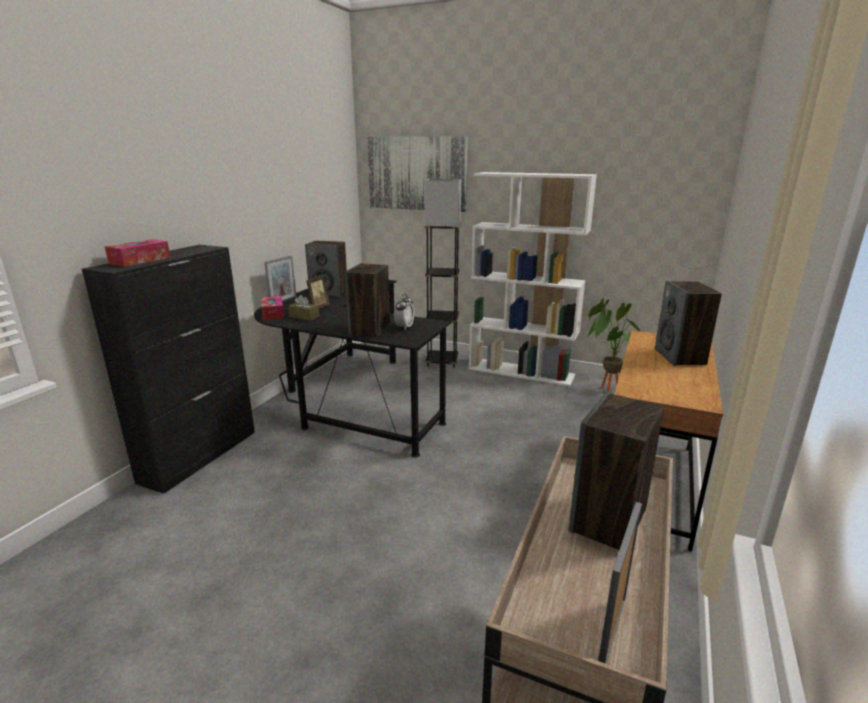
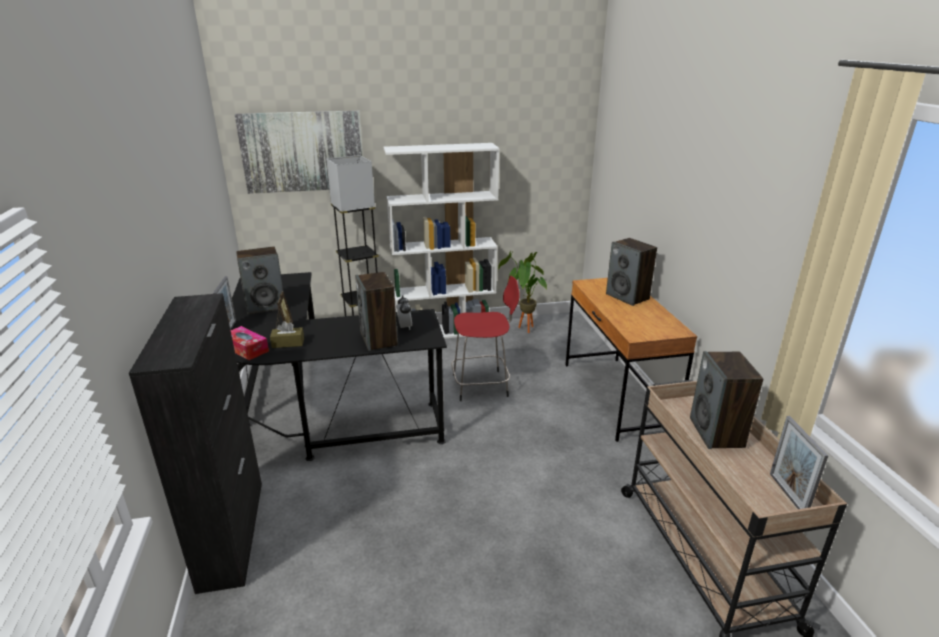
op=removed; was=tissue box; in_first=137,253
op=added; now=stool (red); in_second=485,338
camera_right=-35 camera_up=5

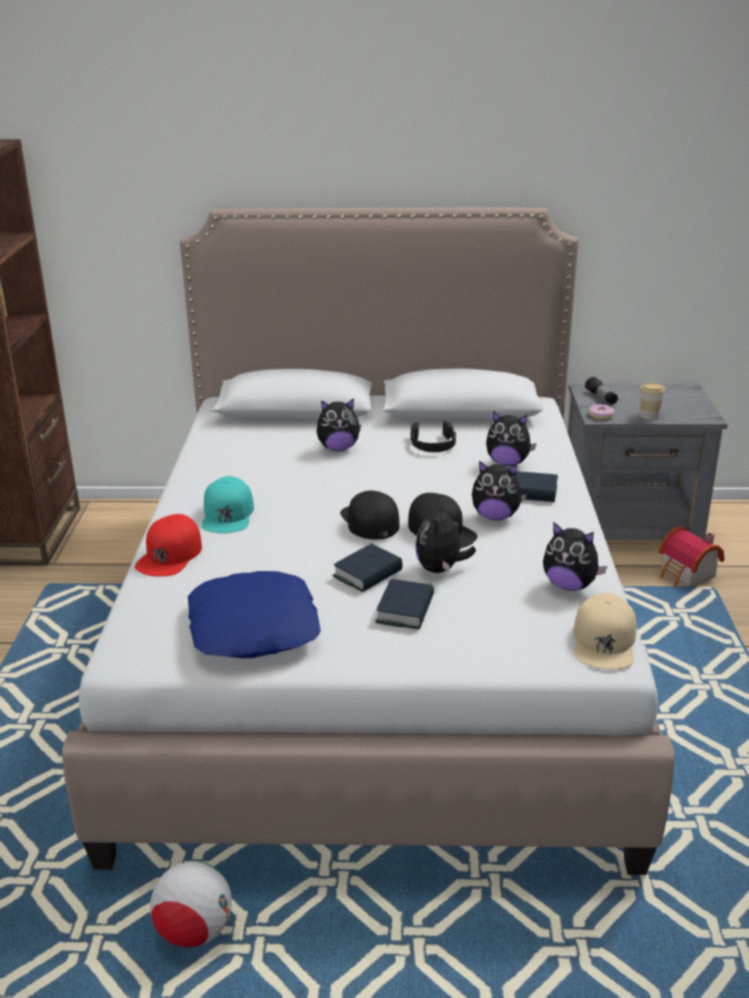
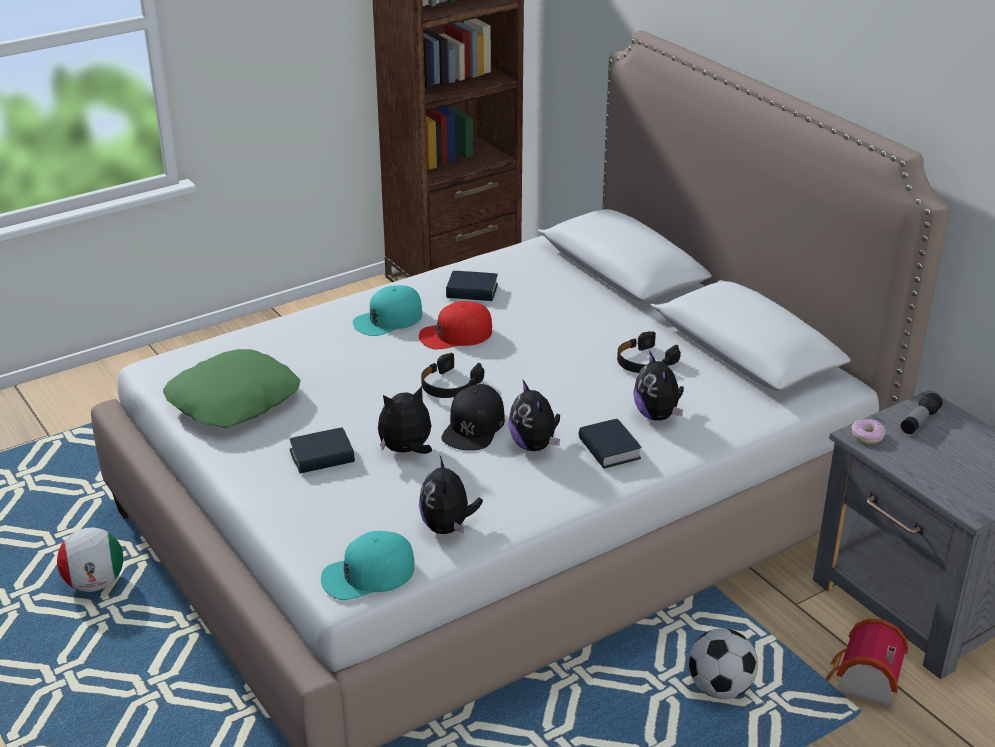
op=moved; was=cap (red); in_first=168,545; in_second=455,325
op=recoloured; was=pillow (blue); now=pillow (green); in_first=254,614; in_second=231,388
op=removed; was=plush toy; in_first=339,424
op=moved; was=book; in_first=368,568; in_second=472,286
op=replaced; was=cap (black); now=headphones (black); in_first=370,515; in_second=452,375
op=recoloured; was=cap (beige); now=cap (turquoise); in_first=605,631; in_second=368,565
op=removed; was=cup; in_first=652,401
op=added; now=football; in_second=723,663
camera_right=55 camera_up=5

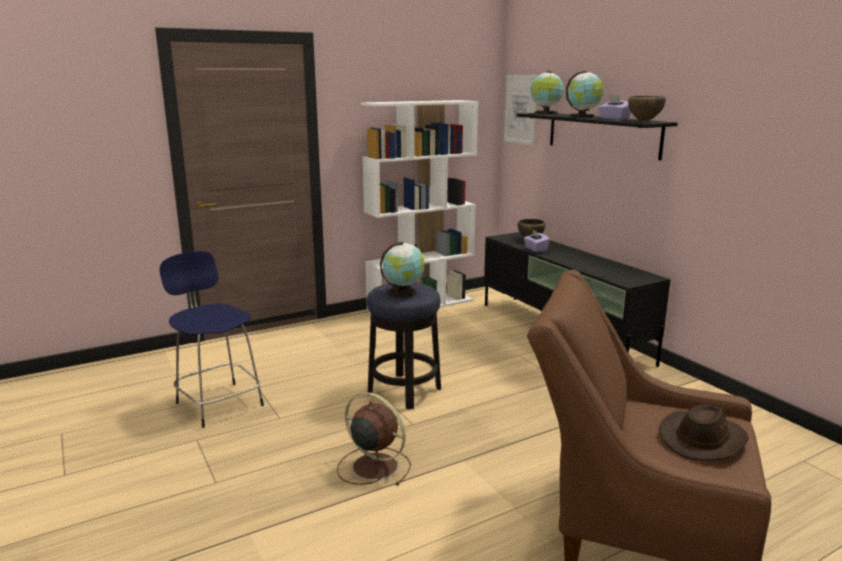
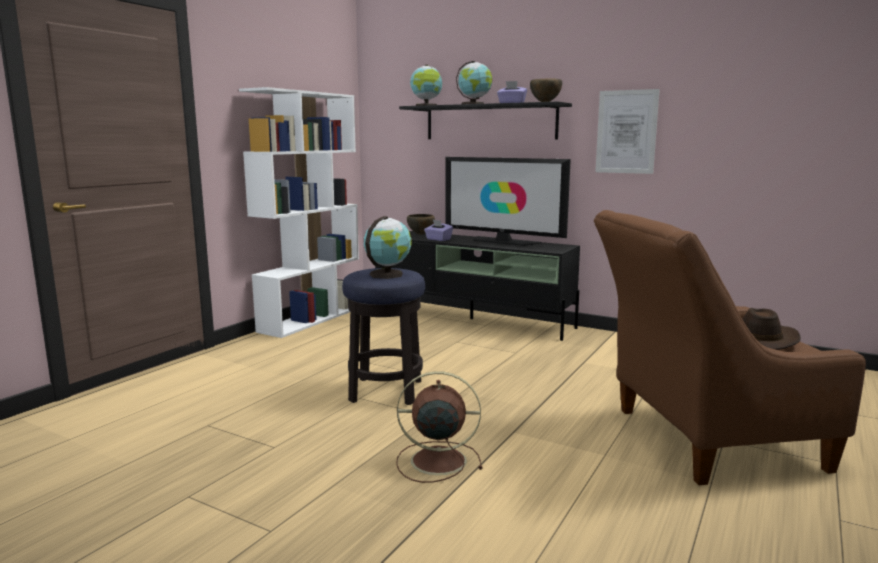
op=removed; was=stool (blue); in_first=211,339
op=moved; was=picture; in_first=521,110; in_second=627,131
op=added; now=television; in_second=508,201
camera_right=-30 camera_up=-5

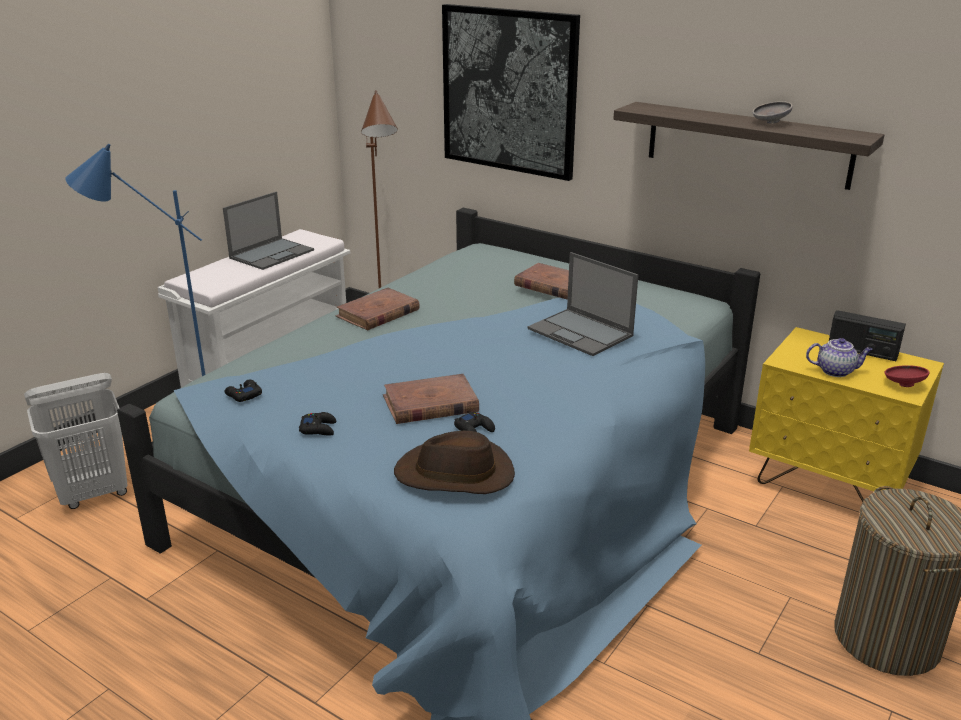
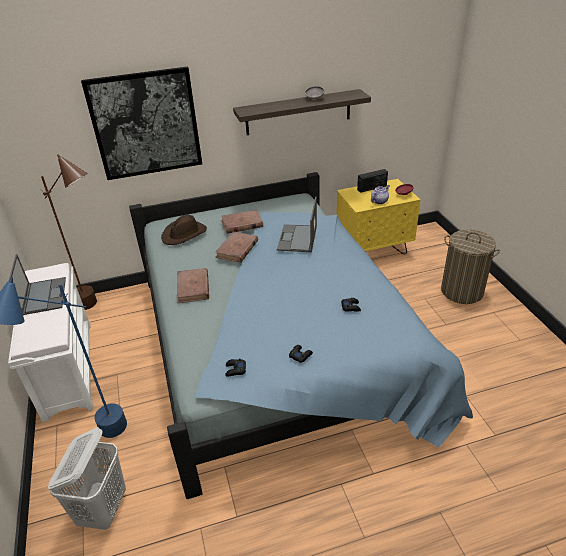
op=moved; was=book (brown); in_first=431,399; in_second=236,247
op=moved; was=hat (brown); in_first=454,462; in_second=184,230
op=turned; was=laptop; in_first=583,304; in_second=297,224; clockwise=105
camera_right=-50 camera_up=10

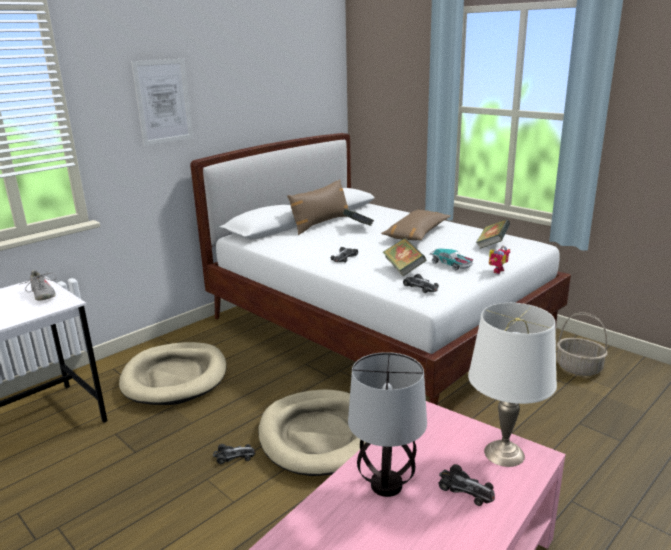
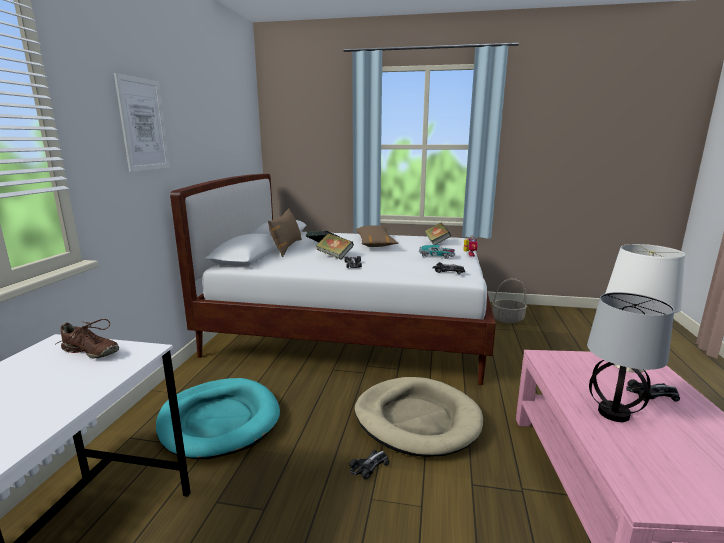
op=recoloured; was=shoe (grey); now=shoe (brown); in_first=38,285; in_second=87,338
op=recoloured; was=dog bed (beige); now=dog bed (turquoise); in_first=172,373; in_second=218,418
op=moved; was=book; in_first=404,257; in_second=335,246
camera_right=-35 camera_up=-5

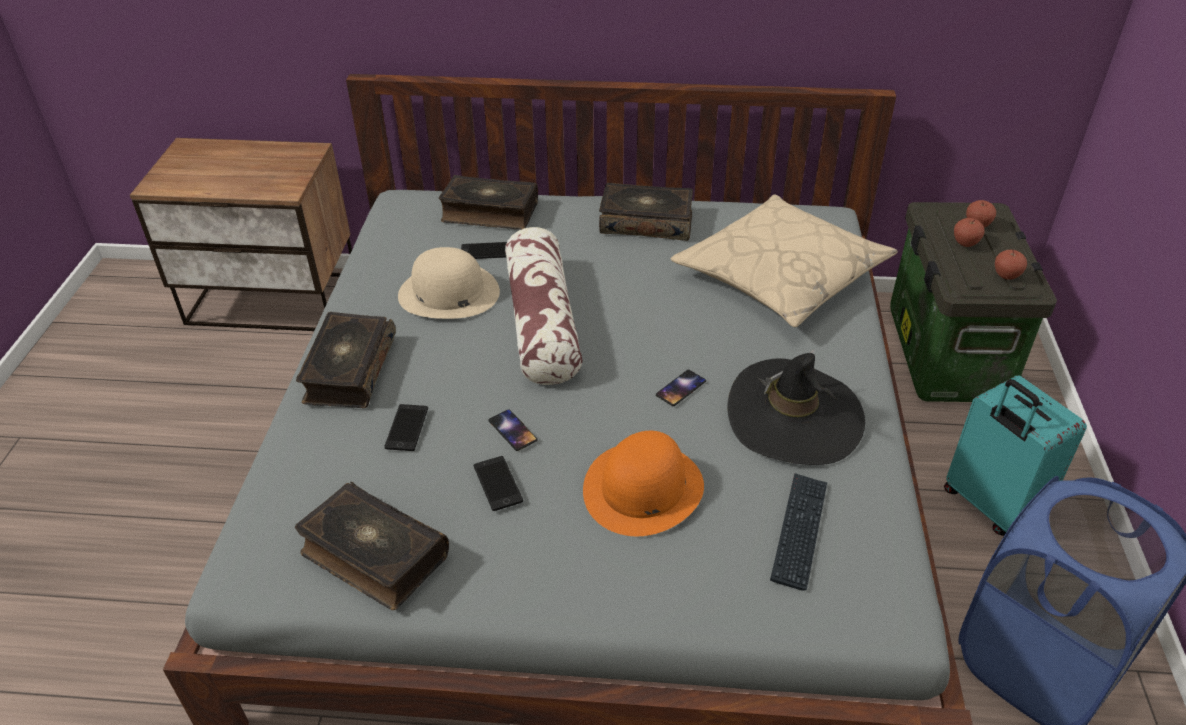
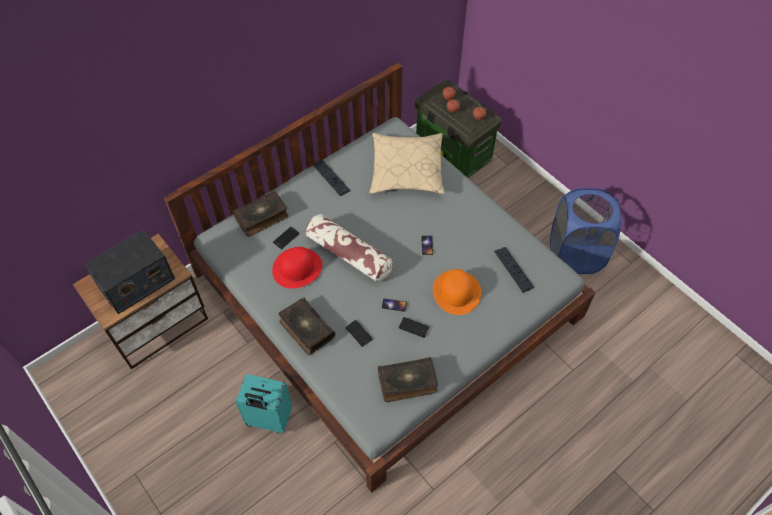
op=recoloured; was=hat (beige); now=hat (red); in_first=449,283; in_second=297,268
op=replaced; was=book; now=keyboard; in_first=646,212; in_second=331,178
op=removed; was=hat (black); in_first=796,407
op=moved; was=suitcase (turquoise); in_first=1015,455; in_second=264,403
op=added; now=radio; in_second=130,271
camera_right=-45 camera_up=15

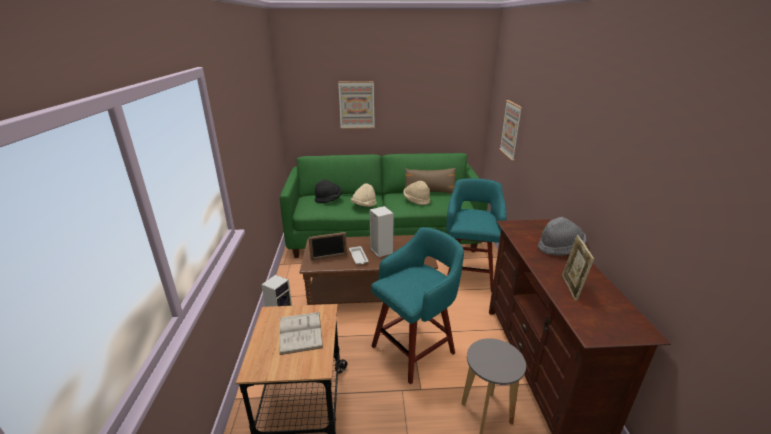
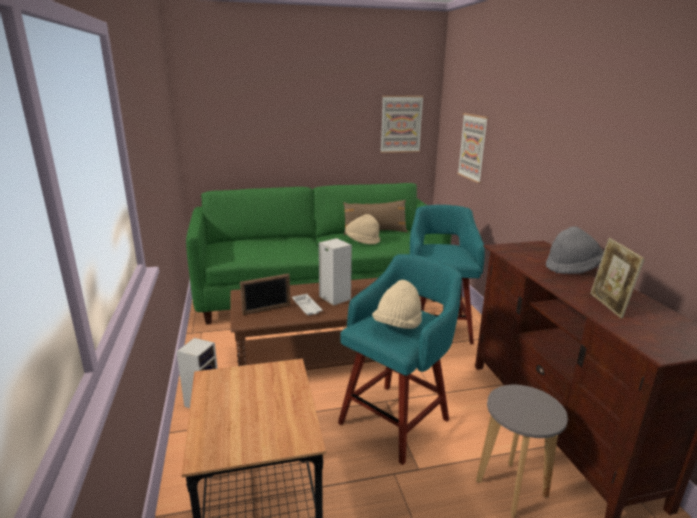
op=removed; was=book (white); in_first=301,333
op=removed; was=hat (black); in_first=328,191
op=moved; was=picture; in_first=356,105; in_second=401,124
op=moved; was=hat (beige); in_first=363,195; in_second=397,304
camera_right=-10 camera_up=-5

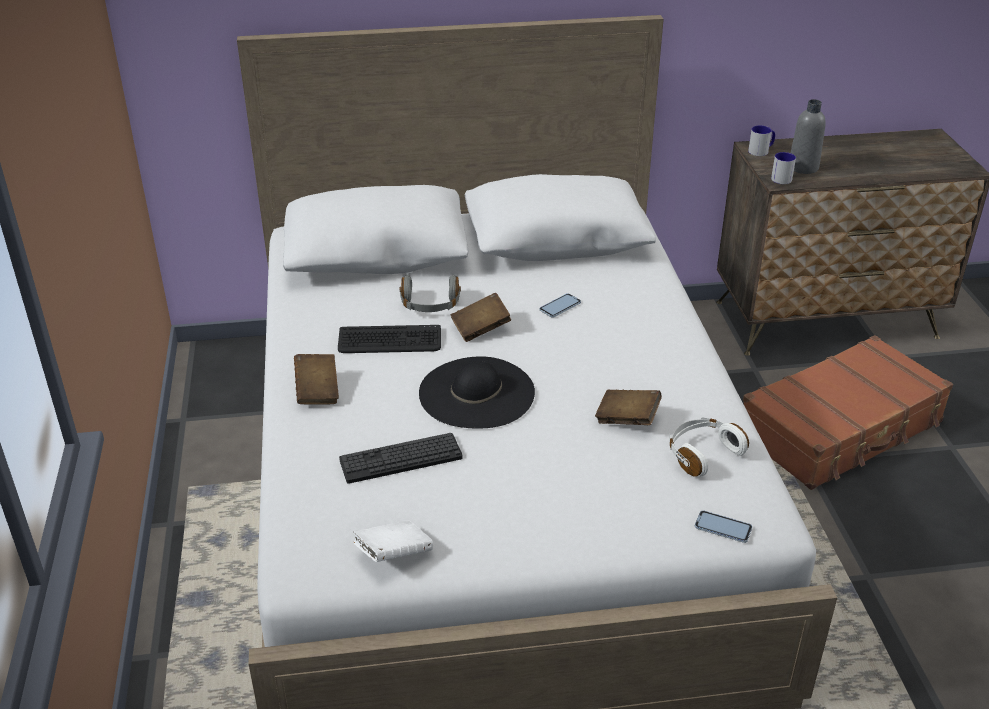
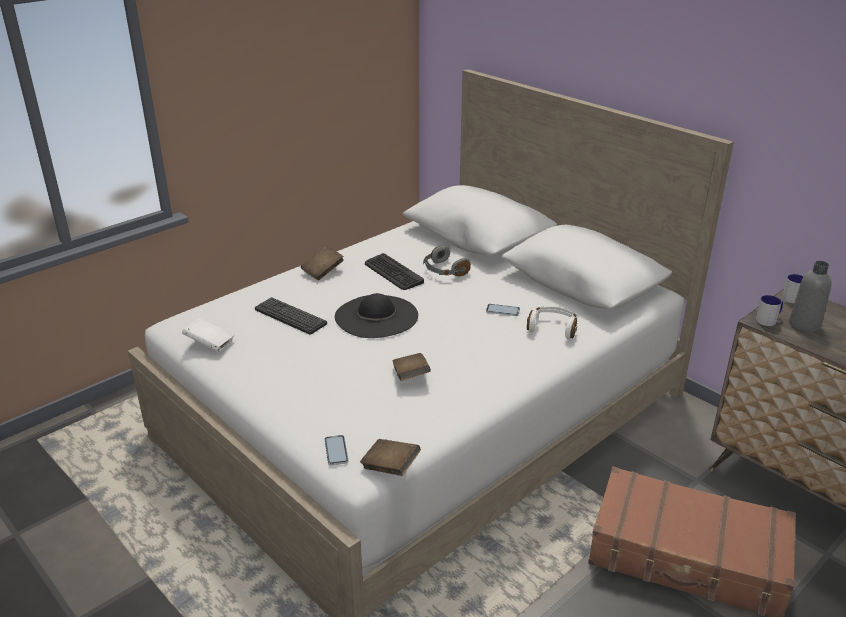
op=moved; was=book (brown); in_first=481,317; in_second=390,457
op=moved; was=headphones (white); in_first=709,447; in_second=552,322
camera_right=55 camera_up=-5

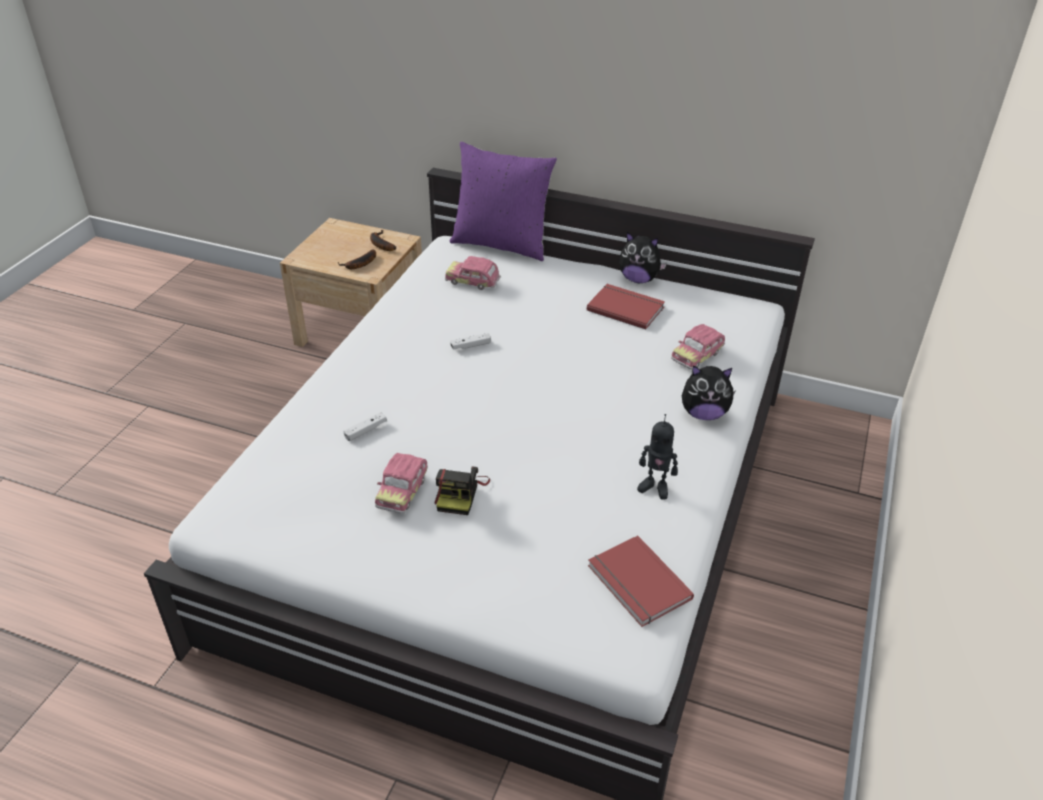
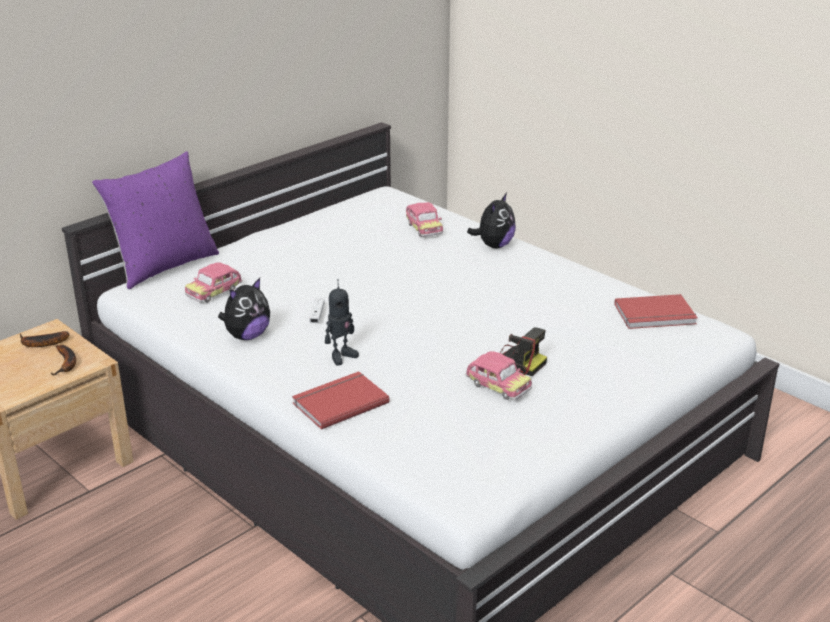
op=removed; was=game controller (white); in_first=365,426
op=moved; was=book (red); in_first=626,306; in_second=340,400
op=moved; was=plush toy; in_first=643,257; in_second=244,309
op=moved; was=toy robot; in_first=657,456; in_second=342,322
camera_right=-65 camera_up=-10

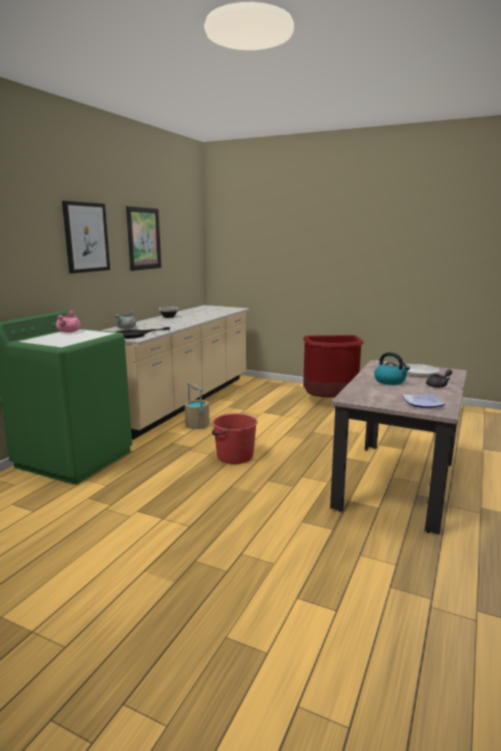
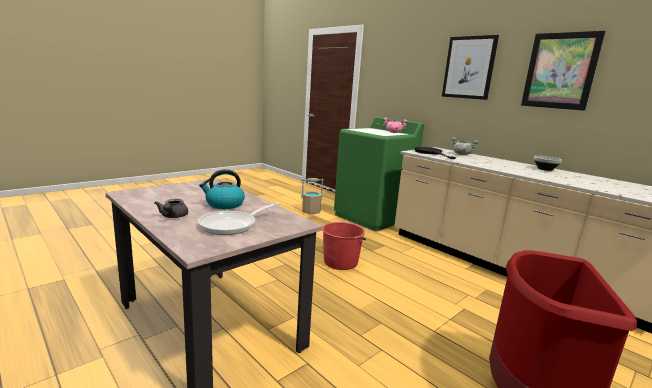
op=moved; was=bucket (beige); in_first=197,405; in_second=312,196
op=removed; was=plate; in_first=424,401
camera_right=110 camera_up=0

